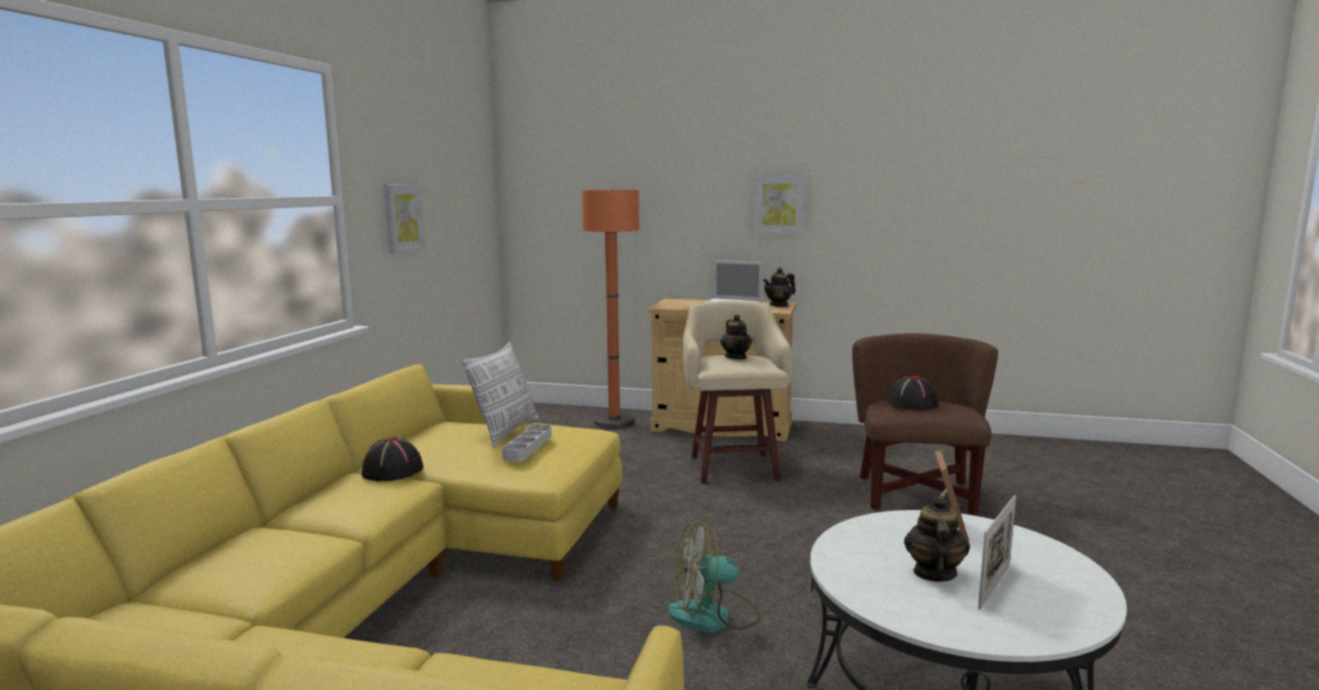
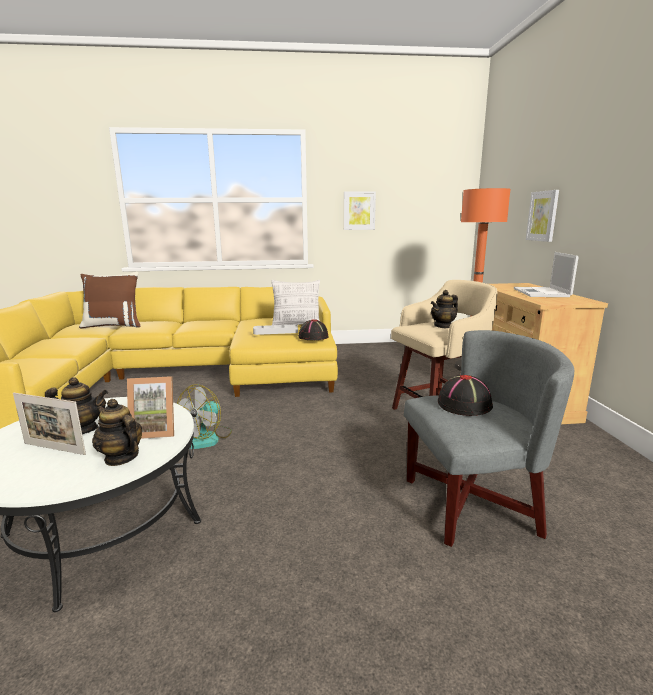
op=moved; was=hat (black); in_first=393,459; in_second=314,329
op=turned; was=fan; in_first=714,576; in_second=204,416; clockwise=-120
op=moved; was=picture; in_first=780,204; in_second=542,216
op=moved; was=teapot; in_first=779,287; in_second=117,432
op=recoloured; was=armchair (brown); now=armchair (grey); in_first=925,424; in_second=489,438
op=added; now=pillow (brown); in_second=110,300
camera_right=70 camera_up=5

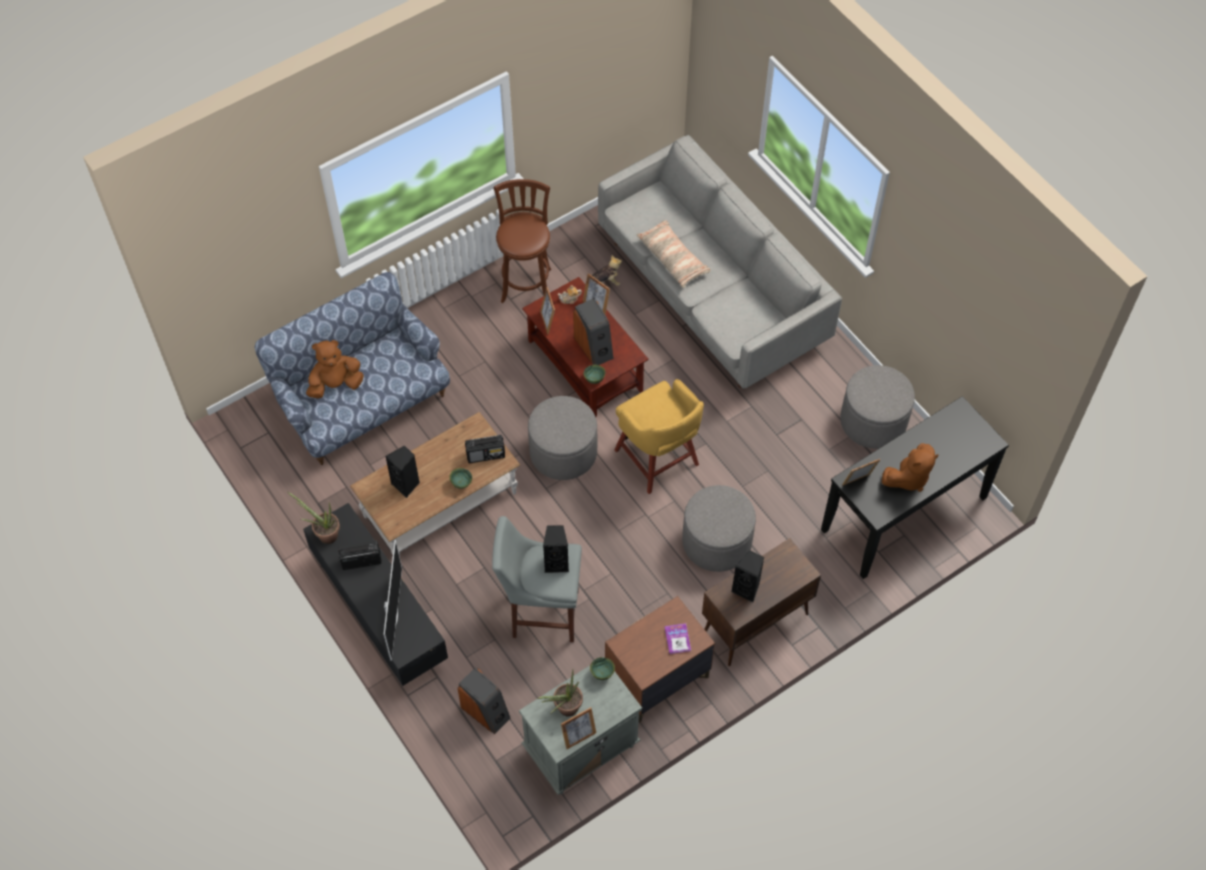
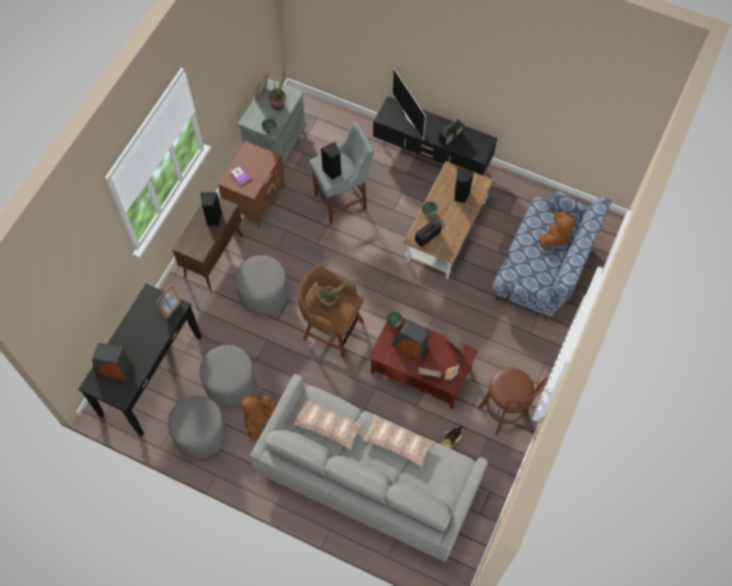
op=moved; was=potted plant; in_first=313,518; in_second=335,291
op=moved; was=speaker; in_first=484,701; in_second=112,362
op=moved; was=ottoman (grey); in_first=562,438; in_second=228,376
op=recoloured; was=stool (yellow); now=stool (brown); in_first=659,436; in_second=331,311
op=moved; was=plush toy (brown); in_first=910,467; in_second=258,417
op=added; now=pillow; in_second=328,424
camera_right=150 camera_up=5

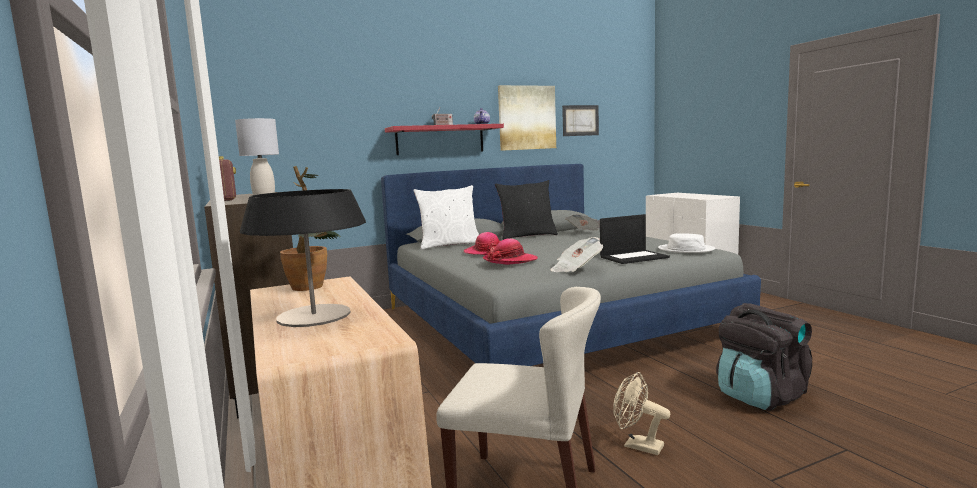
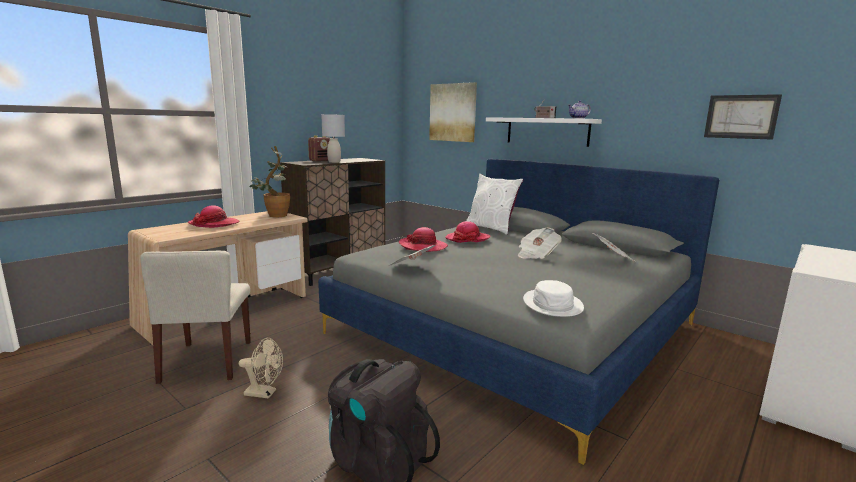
op=replaced; was=table lamp; now=hat; in_first=303,258; in_second=213,216
op=recoloured; was=shelf (red); now=shelf (white); in_first=444,139; in_second=544,132
op=removed; was=pillow (black); in_first=526,210
op=moved; was=picture; in_first=527,118; in_second=453,112
op=removed; was=laptop; in_first=635,239
op=turned; was=fan (beige); in_first=641,413; in_second=261,368; clockwise=90
op=added; now=newspaper; in_second=540,243
camera_right=65 camera_up=5

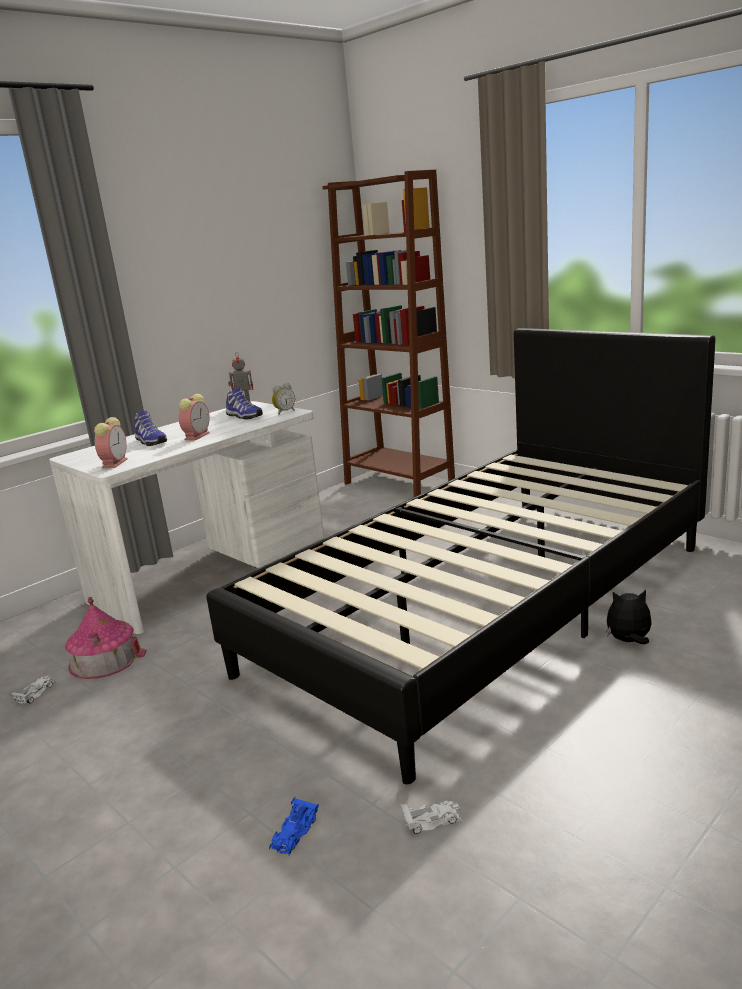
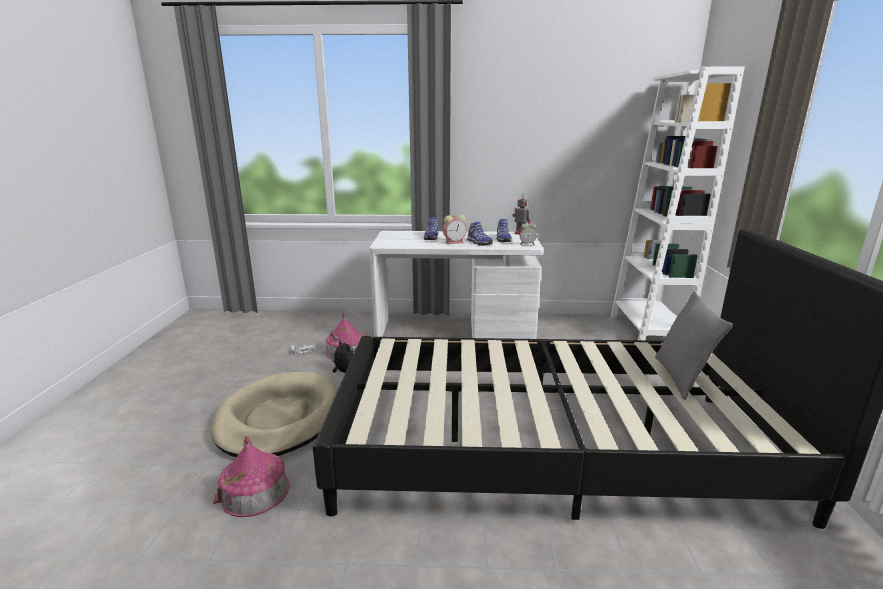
op=removed; was=alarm clock; in_first=110,442
op=replaced; was=toy car (blue); now=toy house; in_first=294,826; in_second=251,476
op=recoloured; was=bookcase (brown); now=bookcase (white); in_first=388,333; in_second=678,203
op=removed; was=toy car (white); in_first=431,817
op=moved; was=plush toy; in_first=629,617; in_second=342,356
op=added; now=dog bed (beige); in_second=274,414
op=added; now=shoe; in_second=480,234
op=added; now=pillow (grey); in_second=694,345
camera_right=45 camera_up=0

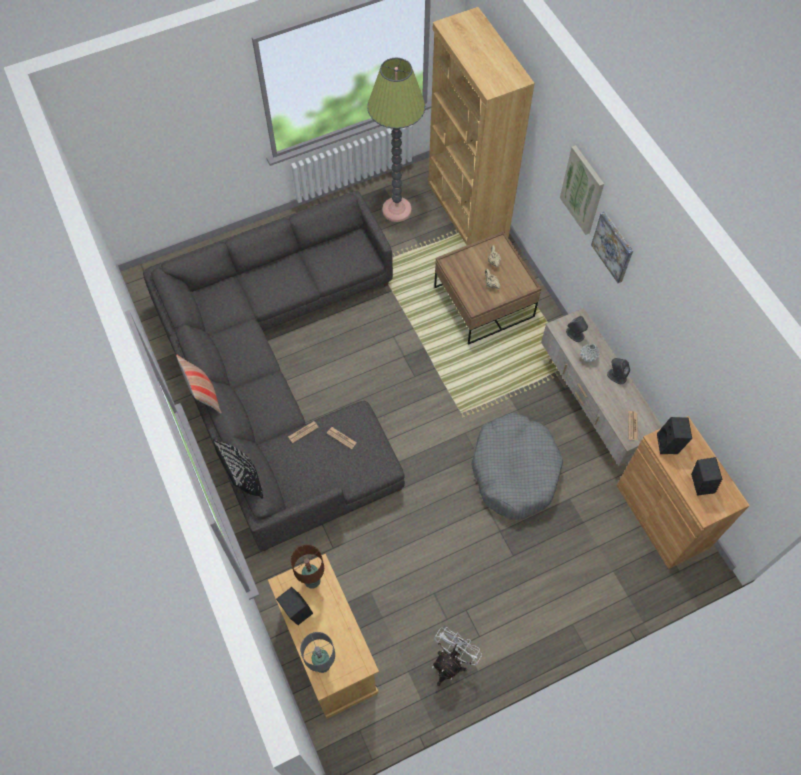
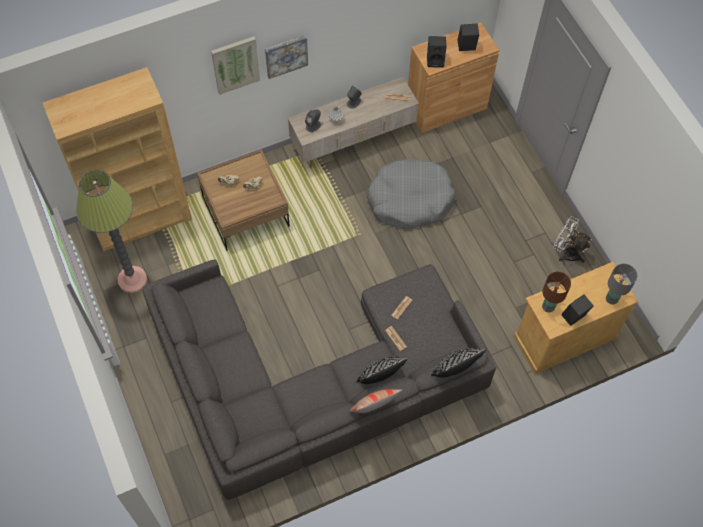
op=added; now=pillow (black); in_second=382,370
camera_right=-90 camera_up=0

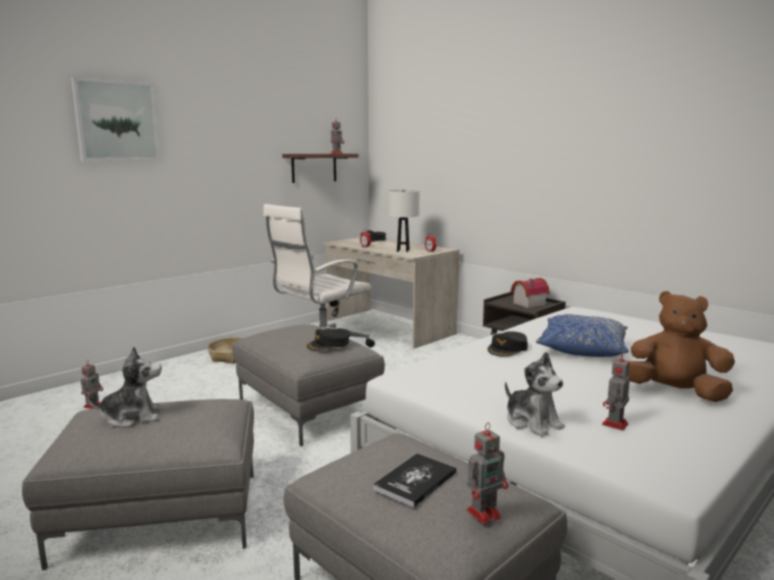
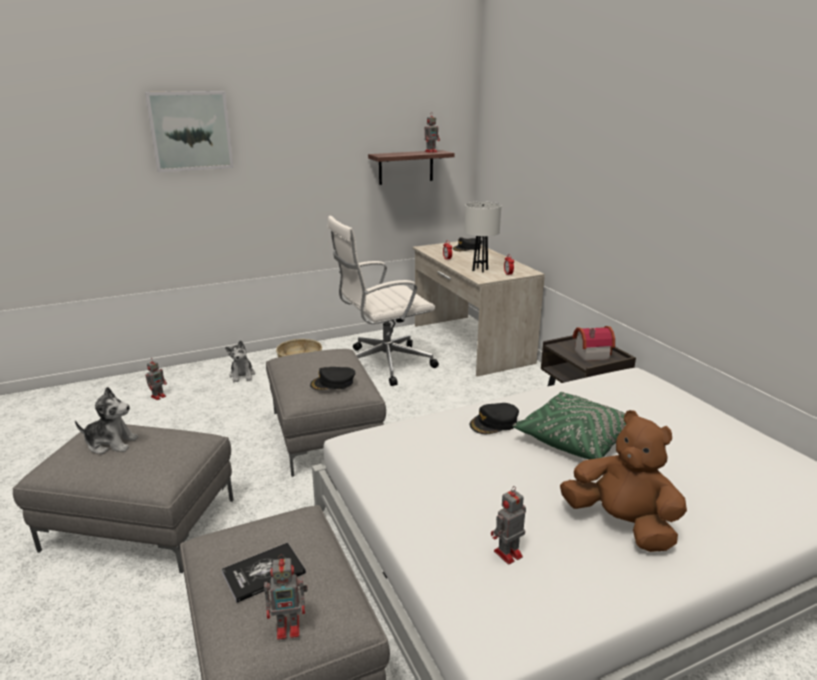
op=moved; was=plush toy; in_first=535,394; in_second=240,361
op=recoloured; was=pillow (blue); now=pillow (green); in_first=582,335; in_second=569,426
camera_right=20 camera_up=10

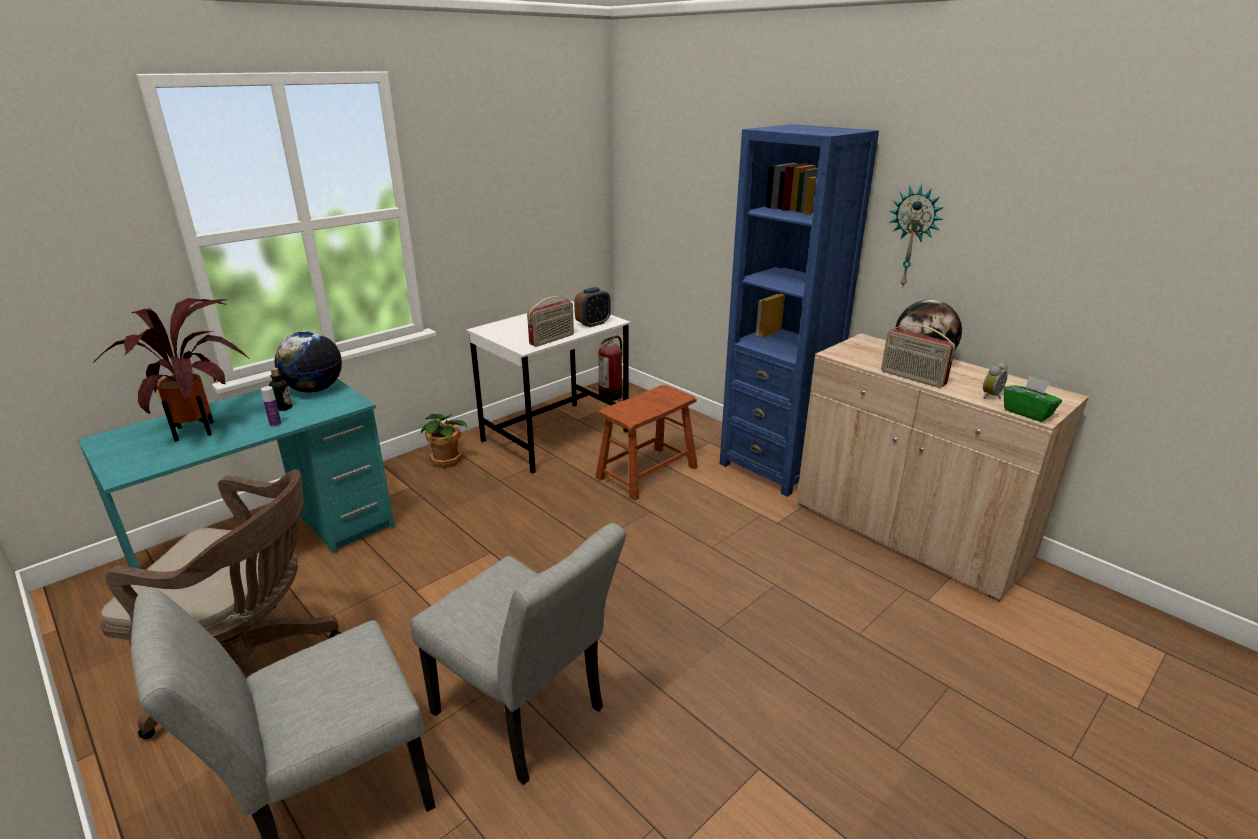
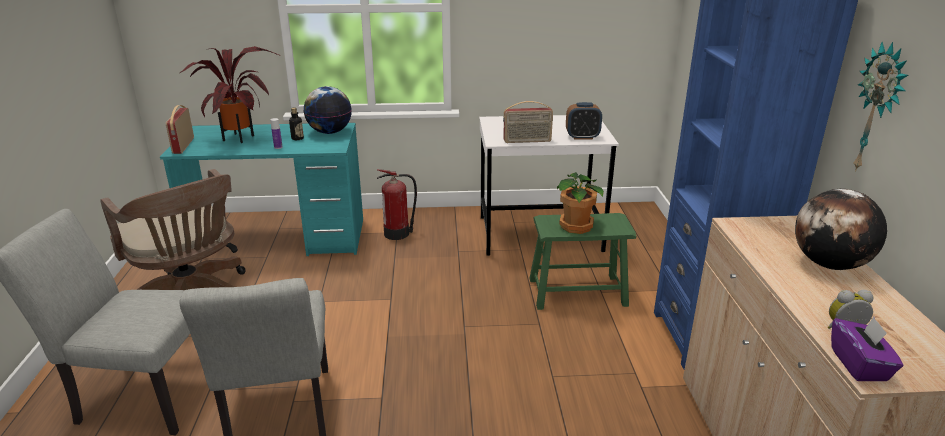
op=moved; was=potted plant; in_first=444,440; in_second=580,203
op=recoloured; was=stool (brown); now=stool (green); in_first=646,443; in_second=582,261
op=moved; was=fire extinguisher; in_first=610,368; in_second=397,204
op=moved; was=radio; in_first=918,356; in_second=180,129
op=recoloured; was=tissue box (green); now=tissue box (purple); in_first=1033,399; in_second=867,349
camera_right=40 camera_up=0

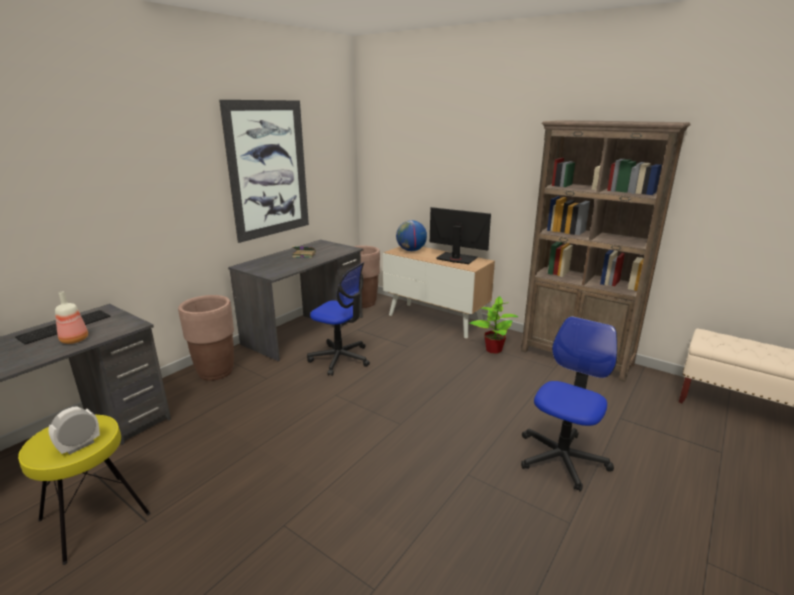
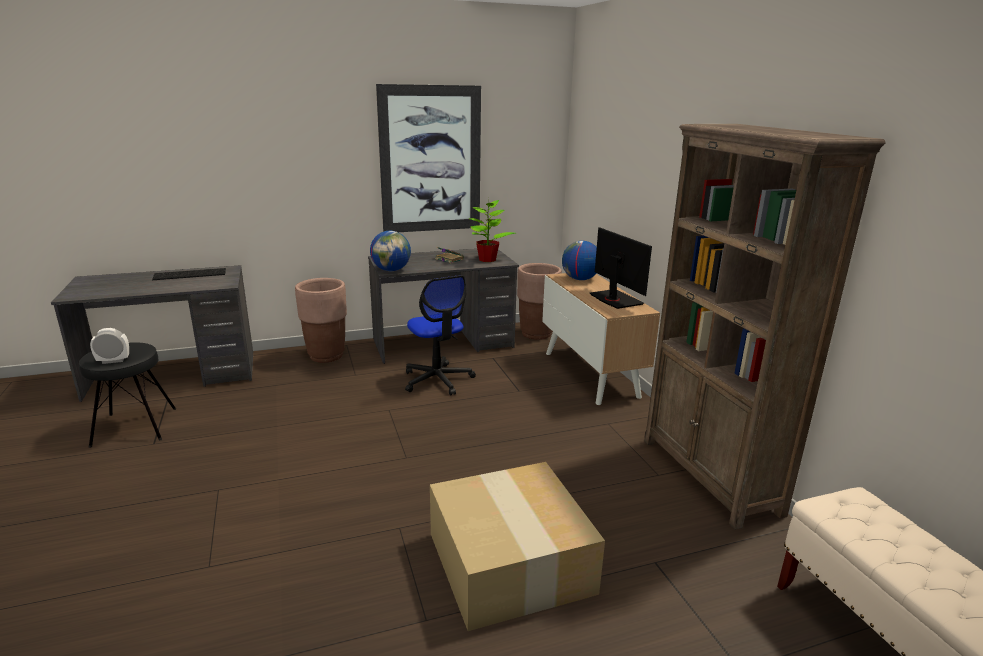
op=recoloured; was=stool (yellow); now=stool (black); in_first=84,490; in_second=127,395
op=removed; was=bottle; in_first=71,318
op=moved; was=potted plant; in_first=493,325; in_second=492,230
op=replaced; was=office chair; now=cardboard box; in_first=569,404; in_second=517,546
op=added; now=globe; in_second=390,251
camera_right=35 camera_up=0

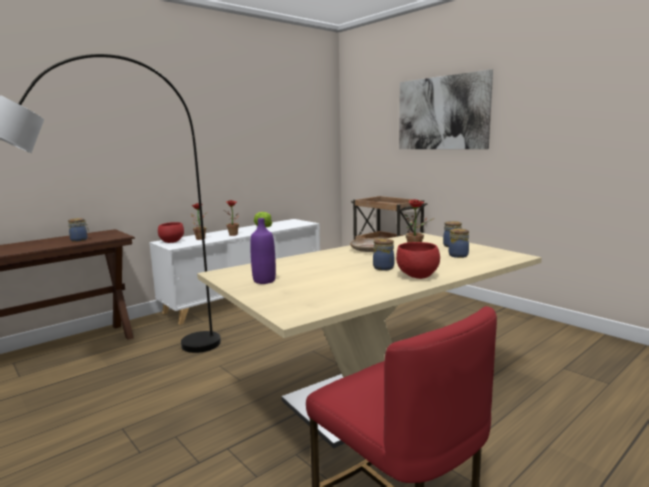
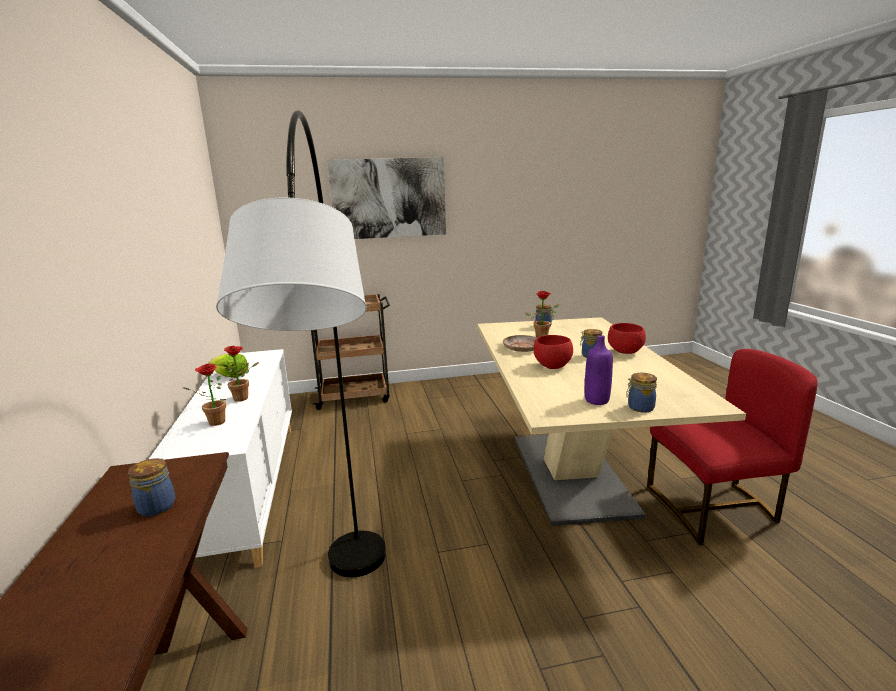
op=moved; was=bowl (red); in_first=171,232; in_second=553,352
op=moved; was=jar; in_first=459,243; in_second=641,393
camera_right=-60 camera_up=5

